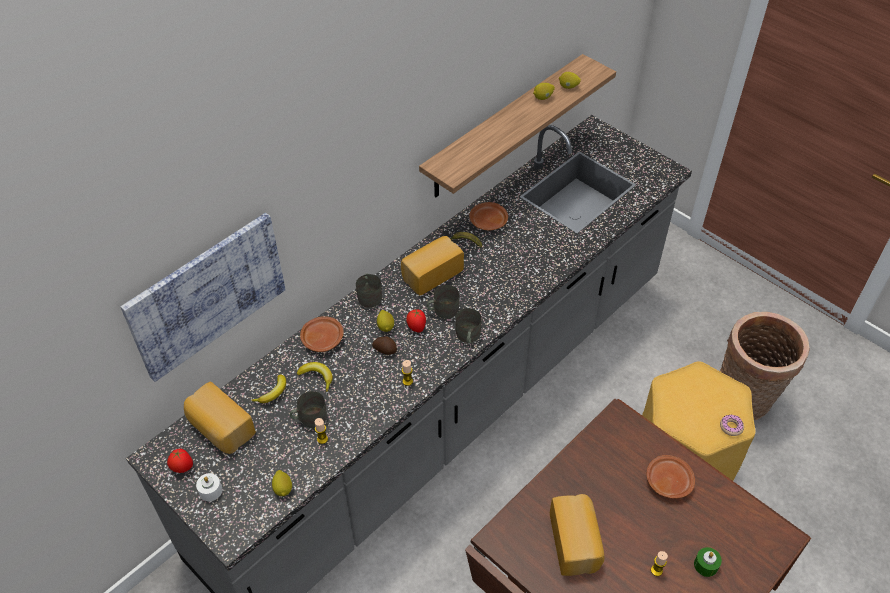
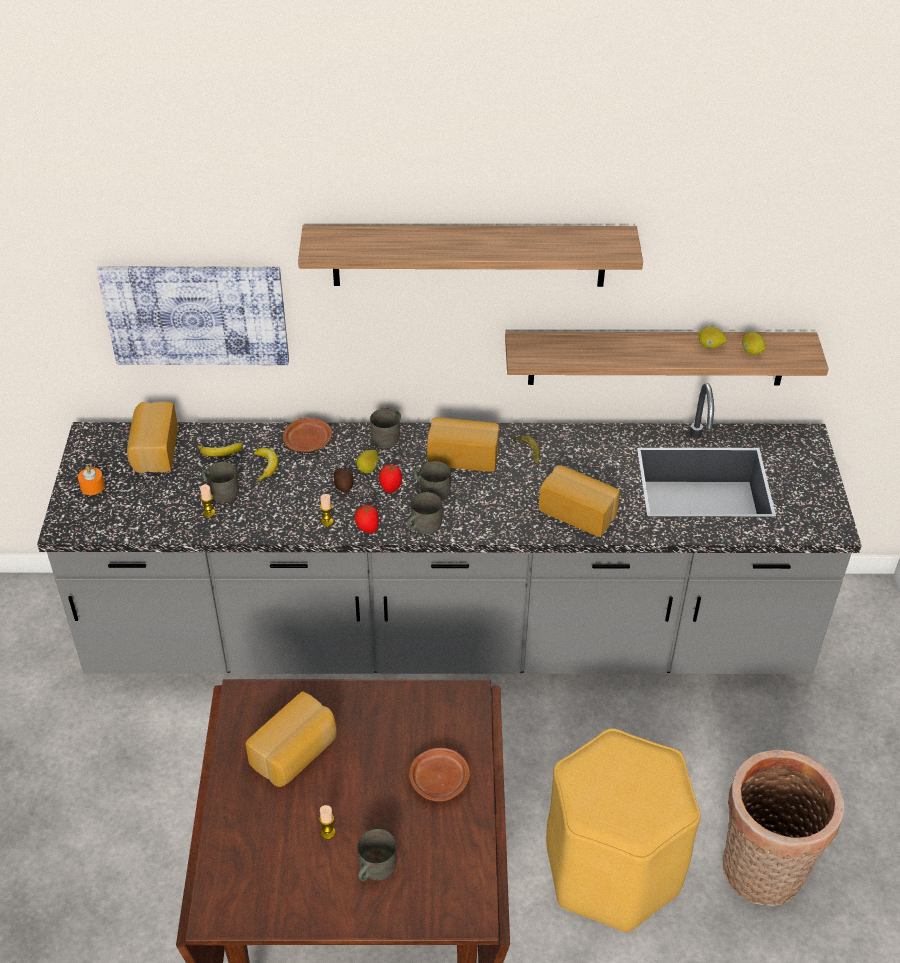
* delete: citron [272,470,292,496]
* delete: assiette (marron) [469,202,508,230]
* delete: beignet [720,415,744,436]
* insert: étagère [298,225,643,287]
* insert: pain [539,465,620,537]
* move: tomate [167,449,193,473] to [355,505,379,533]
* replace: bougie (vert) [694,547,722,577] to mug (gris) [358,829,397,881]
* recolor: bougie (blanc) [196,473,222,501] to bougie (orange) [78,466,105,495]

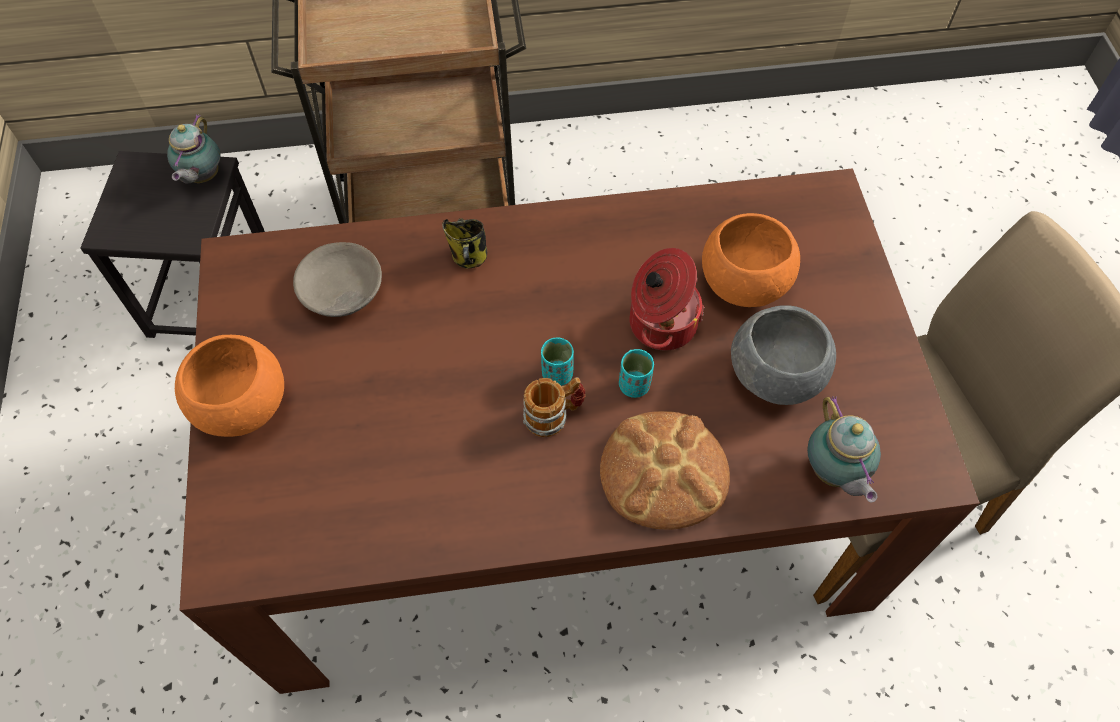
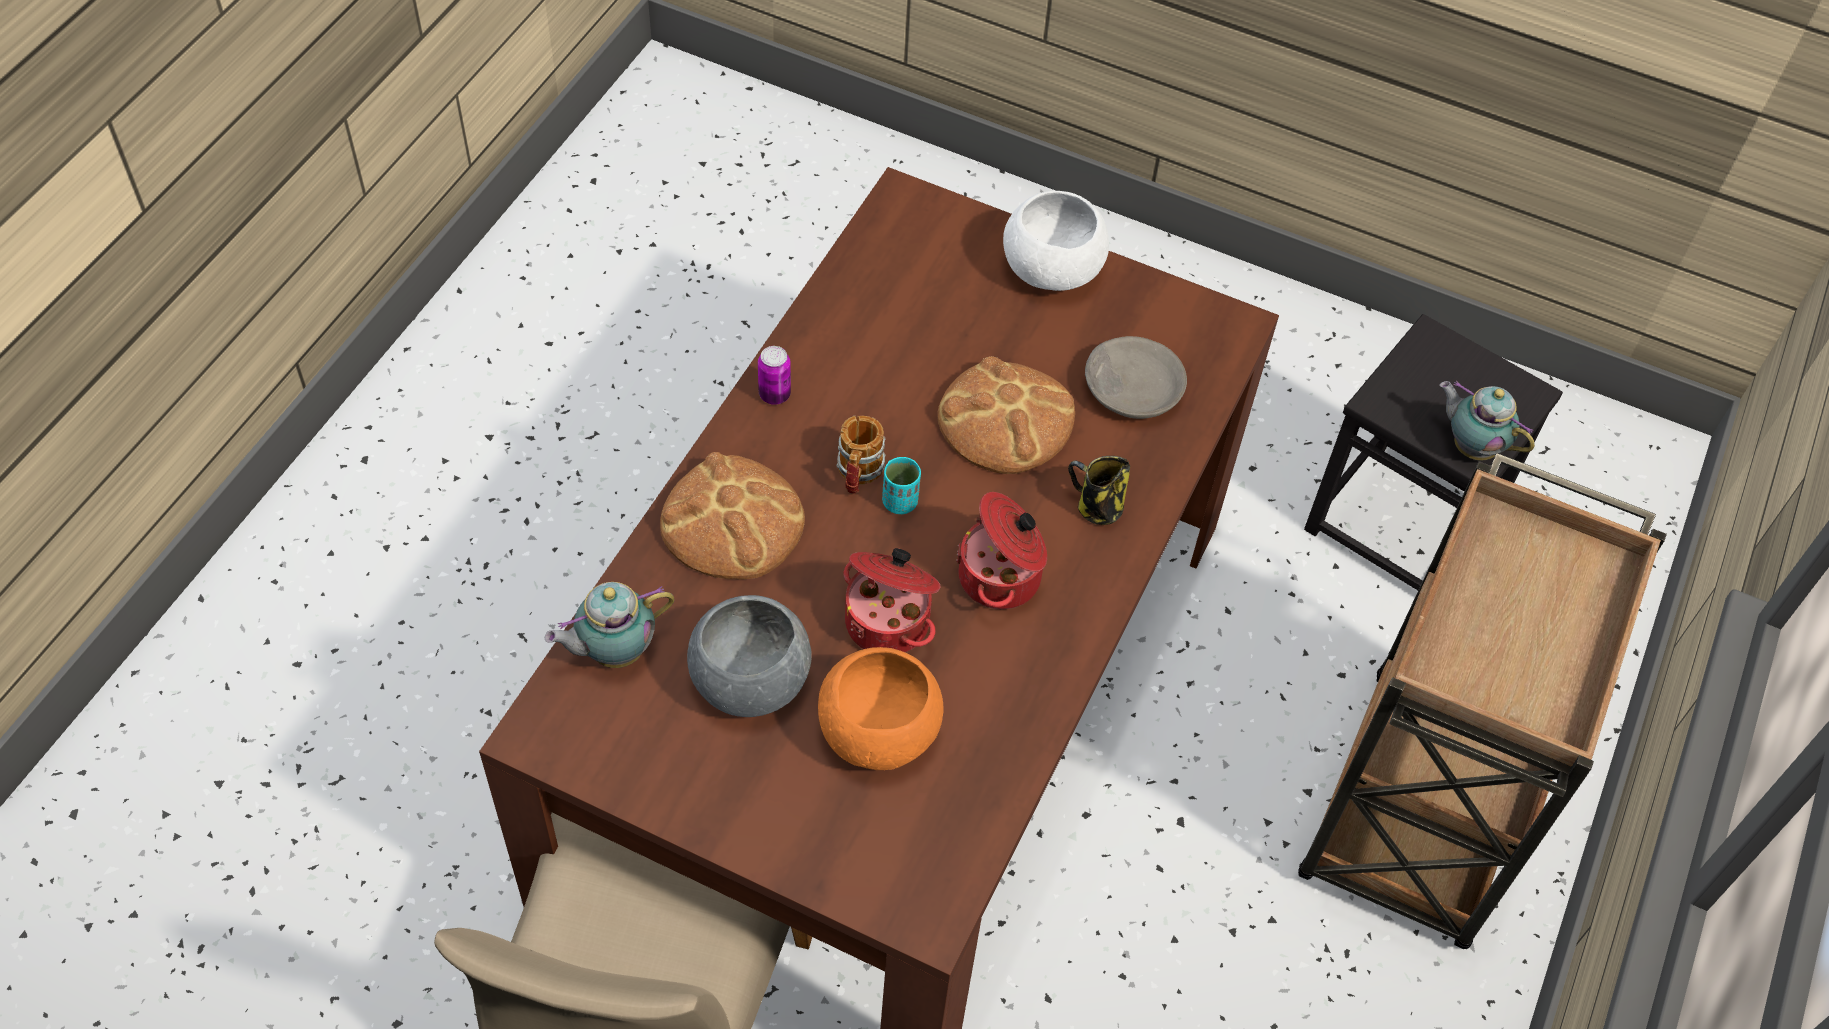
* delete: tasse (turquoise) [619,349,654,398]
* insert: boîte métallique [758,346,791,405]
* insert: pain [938,356,1075,474]
* insert: marmite [956,492,1047,609]
* recolor: bol (orange) [175,335,284,437] to bol (blanc) [1003,191,1109,291]
* rotate: théière [807,396,881,502] = [545,582,675,668] 45 degrees counterclockwise

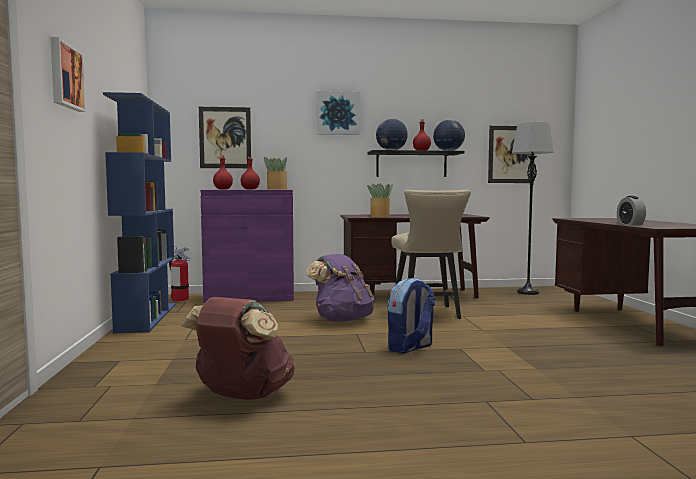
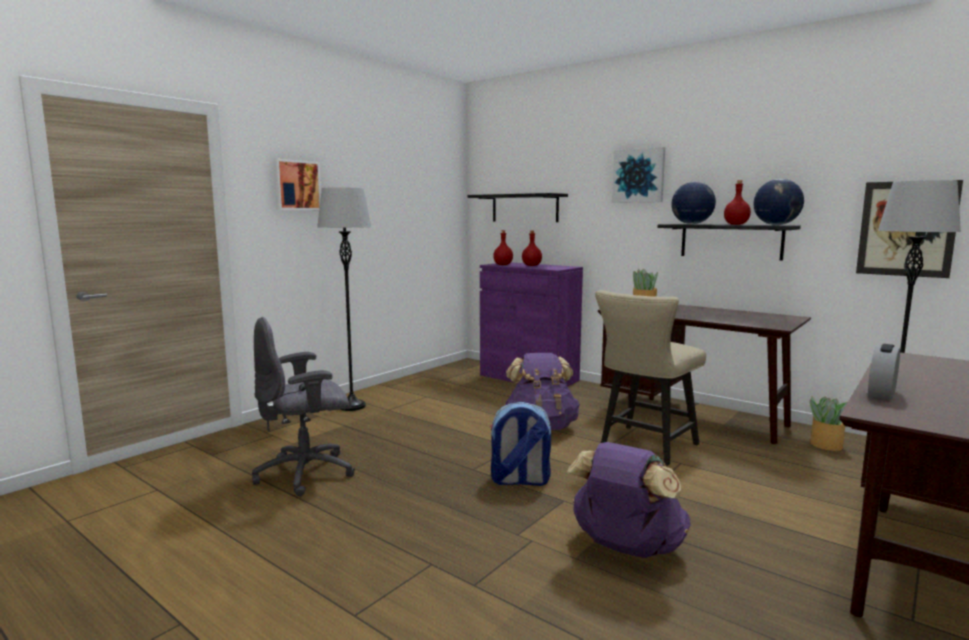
* delete: bibliothèque (bleu) [103,92,176,333]
* delete: extincteur [169,246,190,301]
* insert: lampadaire (gris) [317,187,371,411]
* insert: sac à dos (violet) [567,442,691,558]
* move: plante en pot [264,157,287,190] to [809,397,848,451]
* replace: sac à dos (marron) [181,297,295,400] to chaise de bureau (gris) [252,317,355,496]
* replace: tableau [199,107,251,168] to étagère (noir) [467,193,568,222]

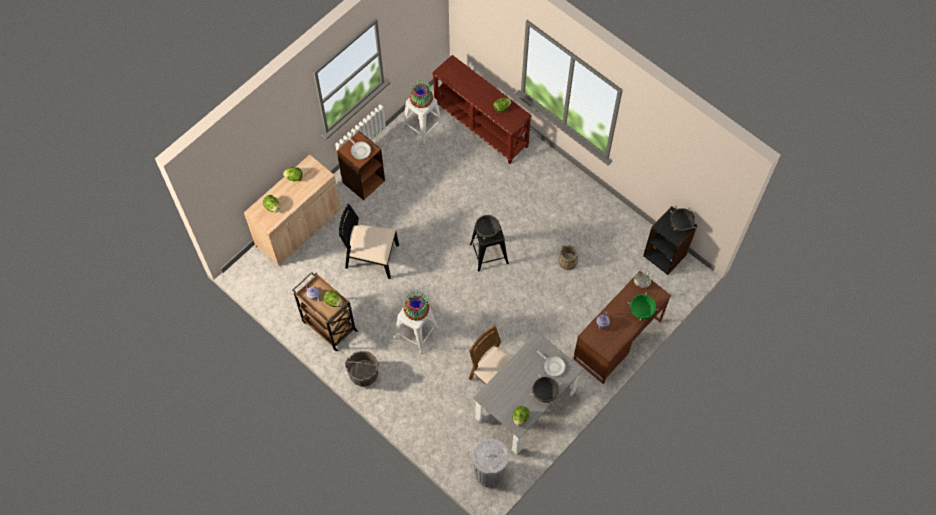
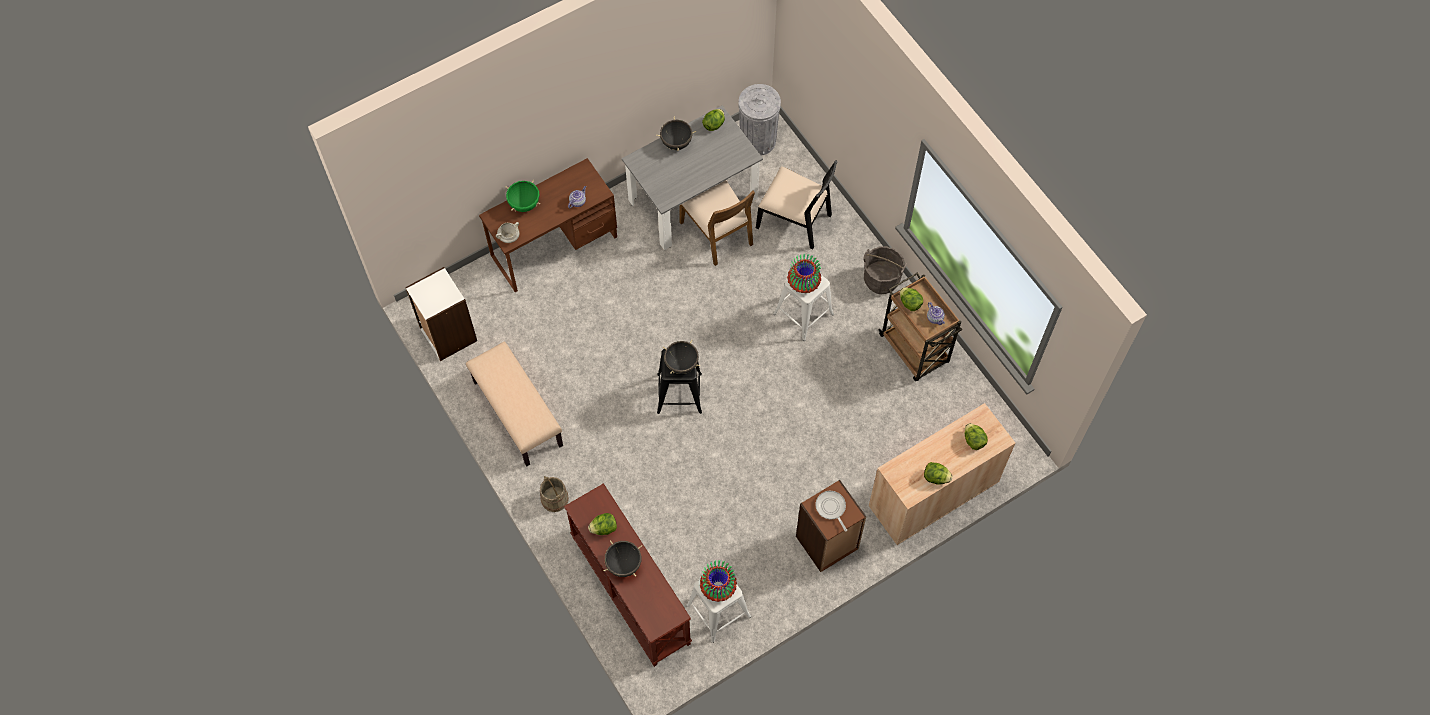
* delete: poêle [537,351,565,377]
* insert: banc (beige) [466,341,563,466]
* move: chaise (noir) [339,204,399,279] to [756,160,838,250]
* move: seau (beige) [558,245,578,270] to [540,476,569,512]
* move: marmite (noir) [670,208,696,232] to [604,540,642,577]
* recolor: bibliothèque (noir) [643,206,698,275] to bibliothèque (blanc) [405,267,477,361]

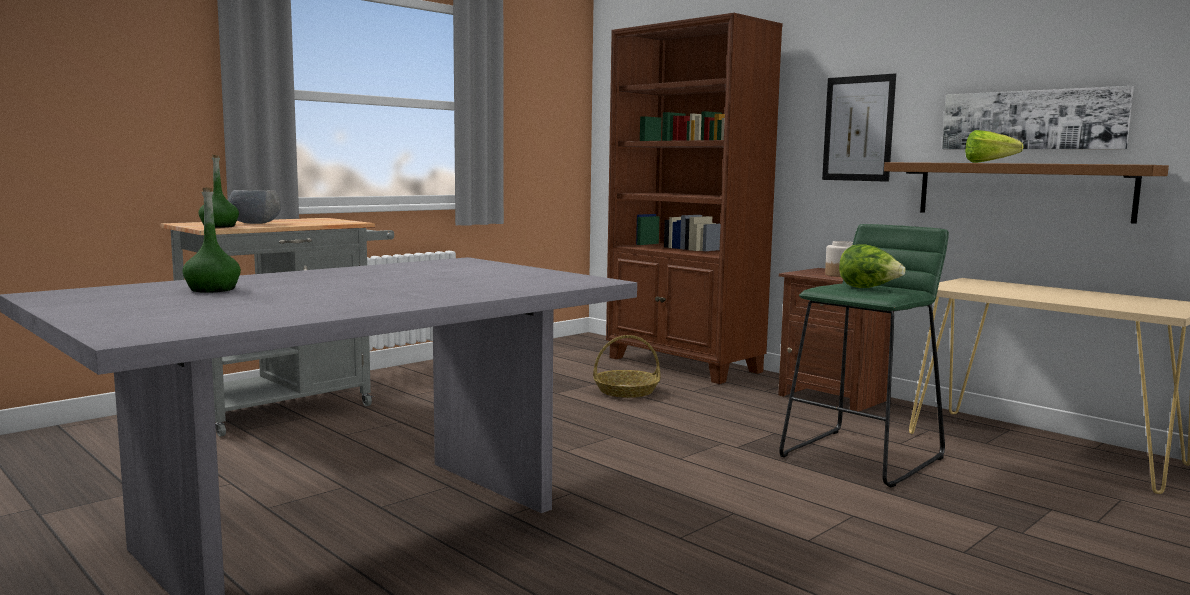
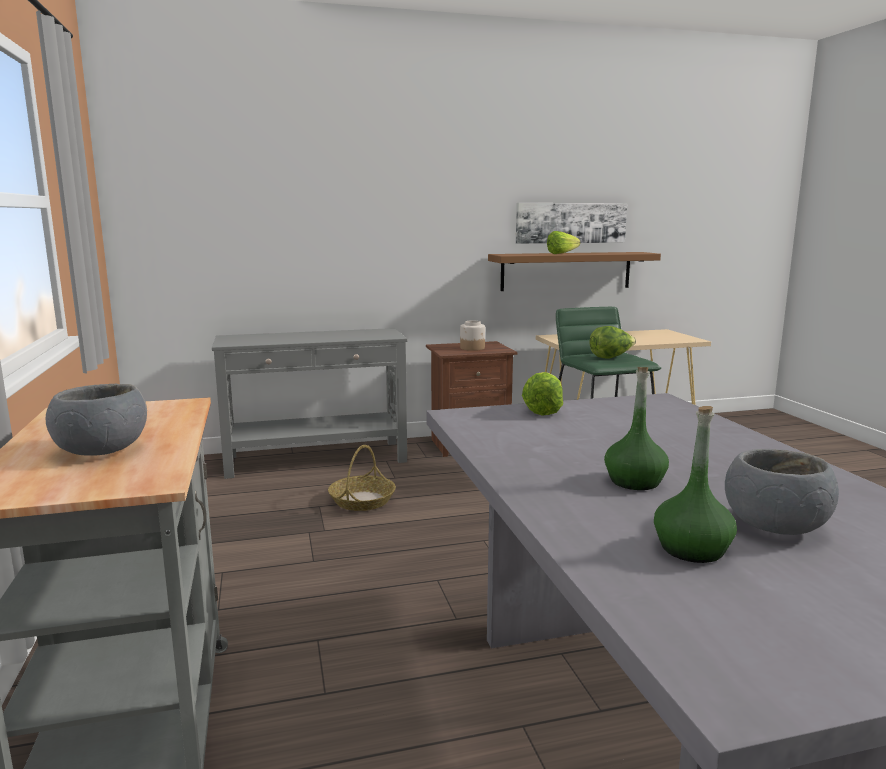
* delete: tableau [822,73,896,182]
* insert: laitue [522,372,563,416]
* insert: bol (gris) [725,449,839,535]
* move: bouteille (vert) [198,155,239,228] to [604,367,669,490]
* replace: bibliothèque (marron) [606,13,783,384] to table console (gris) [212,328,407,479]

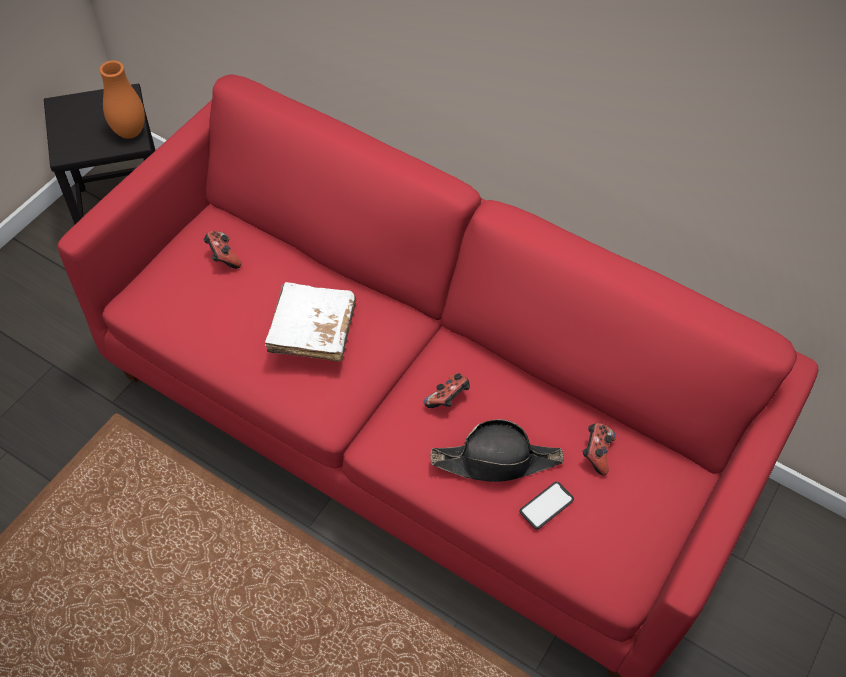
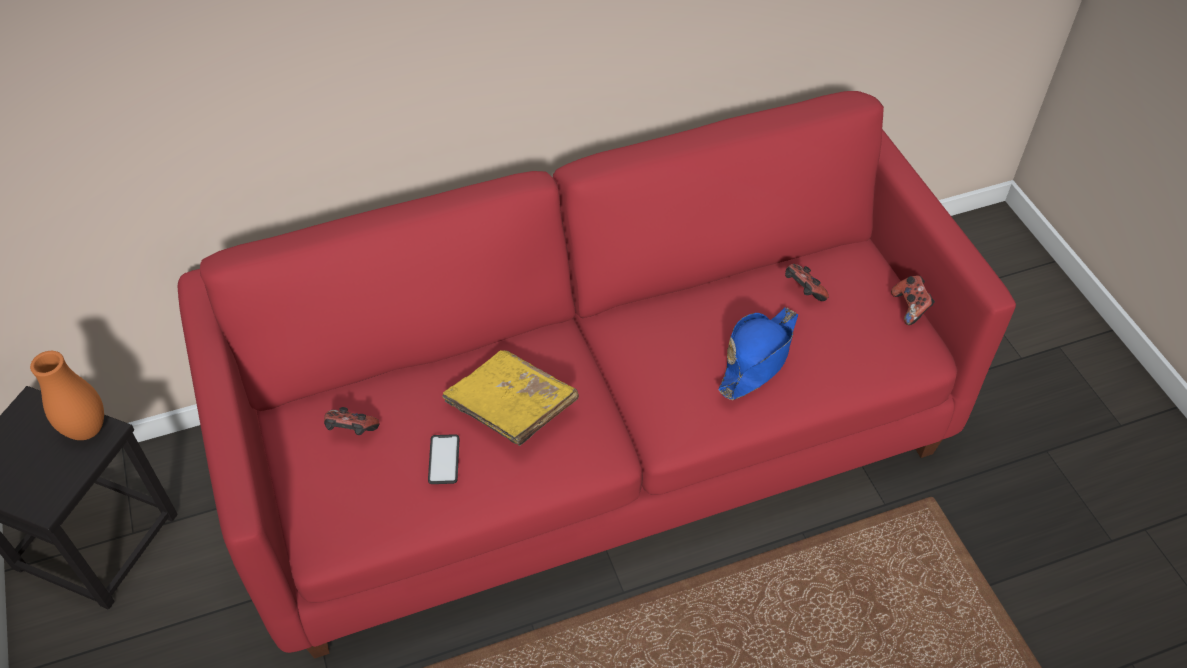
* move: manette [424,373,470,408] to [891,275,935,325]
* move: téléphone [520,482,574,529] to [428,434,459,484]
* recolor: livre (blanc) [265,282,356,362] to livre (jaune) [442,350,579,446]
* recolor: chapeau (noir) [430,419,564,482] to chapeau (bleu) [718,307,798,400]

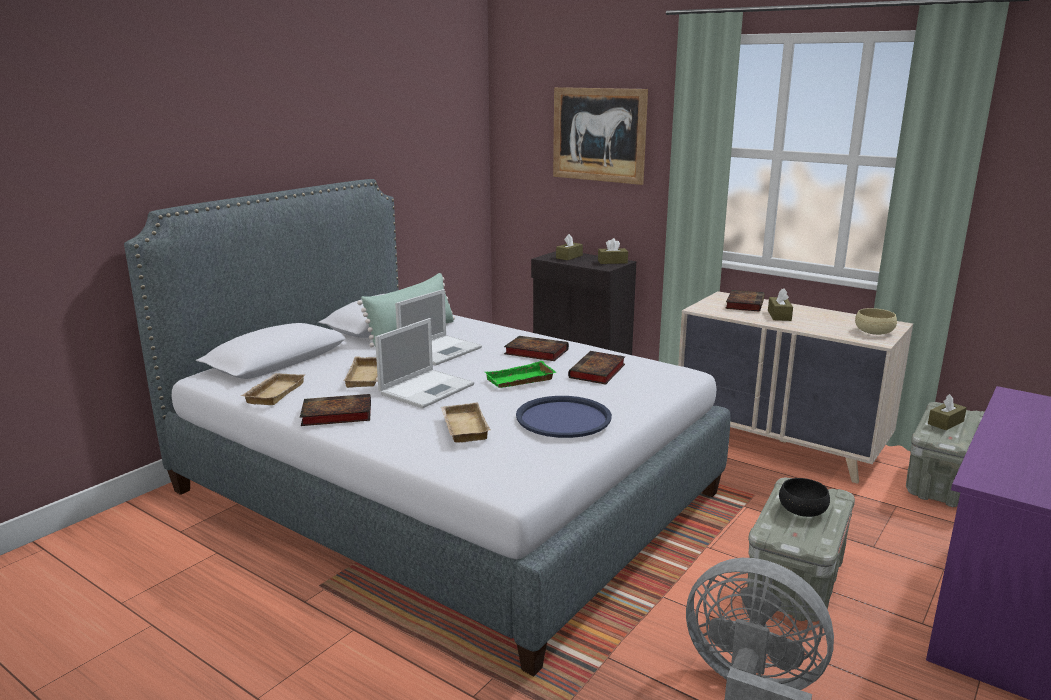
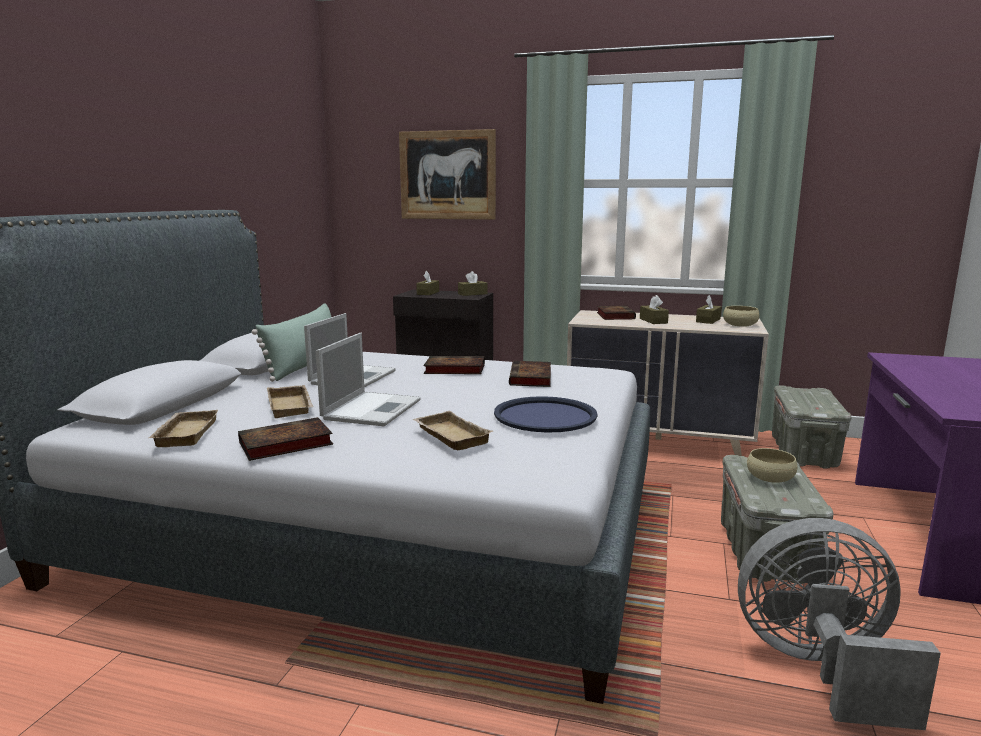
* delete: plateau (vert) [485,361,556,388]
* move: boîte à mouchoirs (marron) [928,394,967,430] to [696,295,721,324]
* recolor: bol (noir) [779,478,830,517] to bol (beige) [747,448,797,483]

